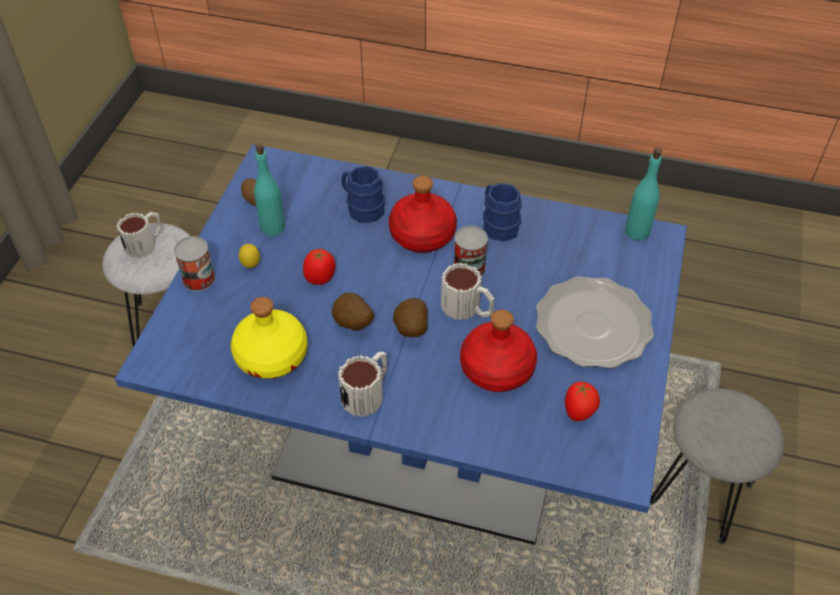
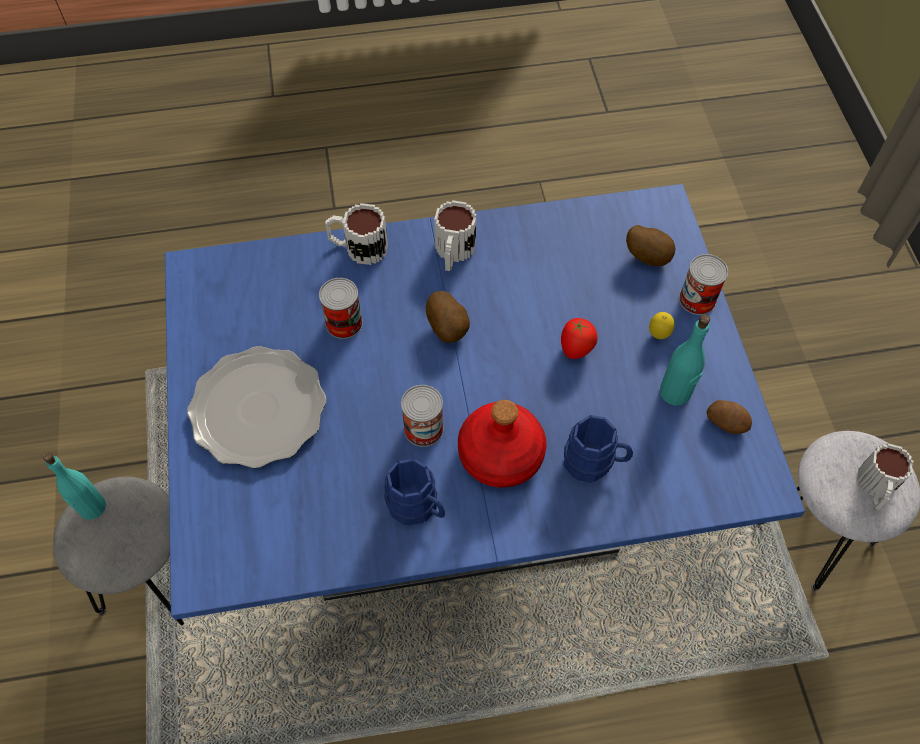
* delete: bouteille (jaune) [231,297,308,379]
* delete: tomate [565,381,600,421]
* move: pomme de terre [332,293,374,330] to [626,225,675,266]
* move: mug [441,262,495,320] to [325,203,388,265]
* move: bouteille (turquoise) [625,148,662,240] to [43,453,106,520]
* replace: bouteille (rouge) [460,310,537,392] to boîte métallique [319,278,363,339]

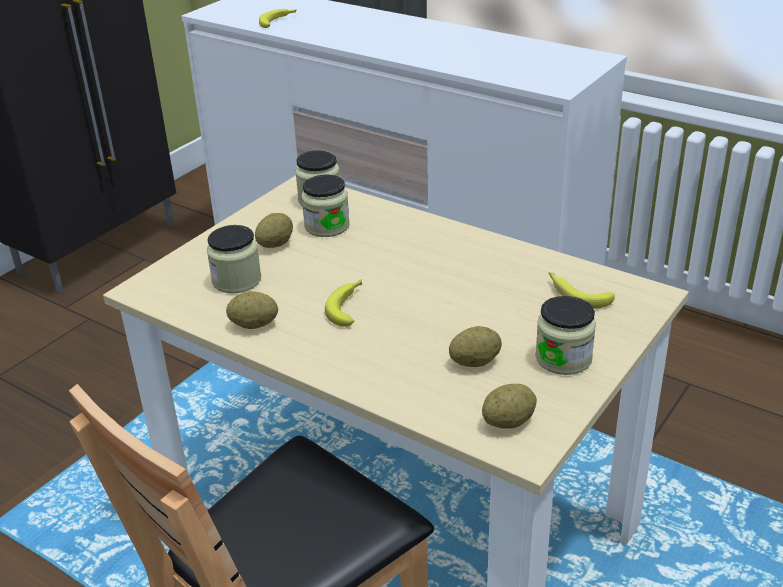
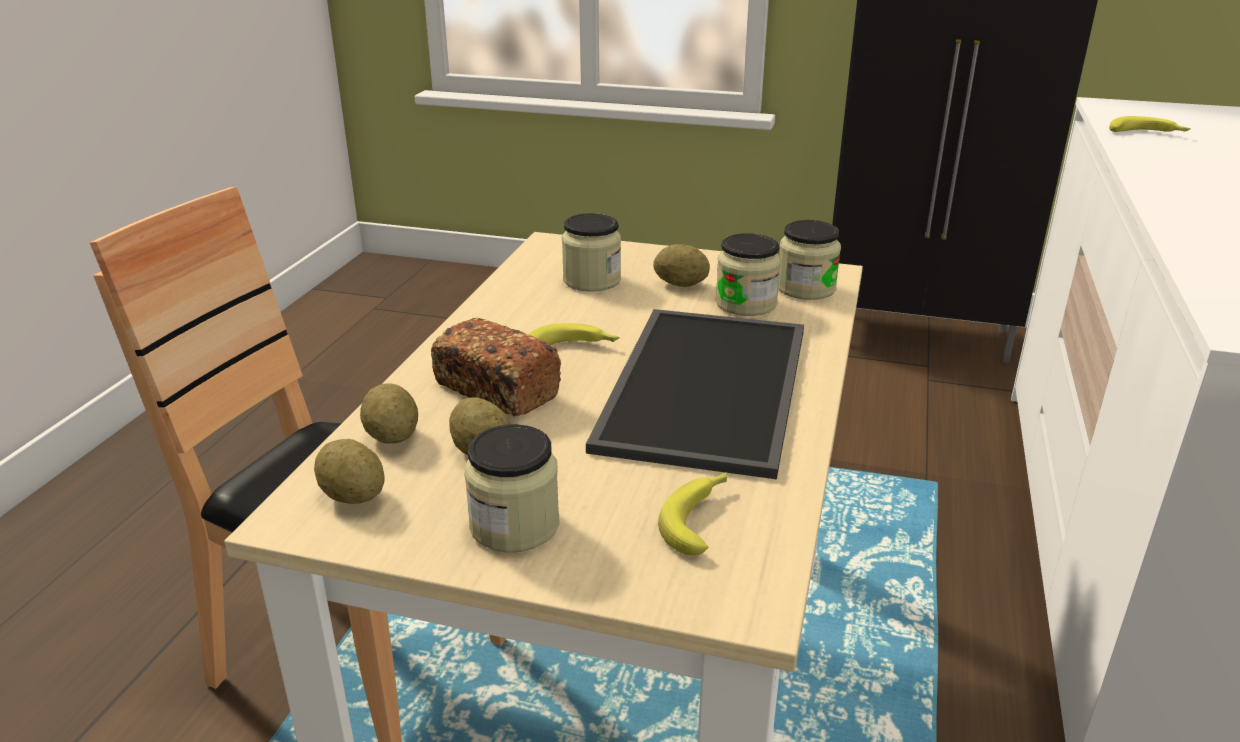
* insert: pain [431,318,561,416]
* insert: plateau [586,309,804,479]
* move: pomme de terre [226,292,278,329] to [360,383,418,444]

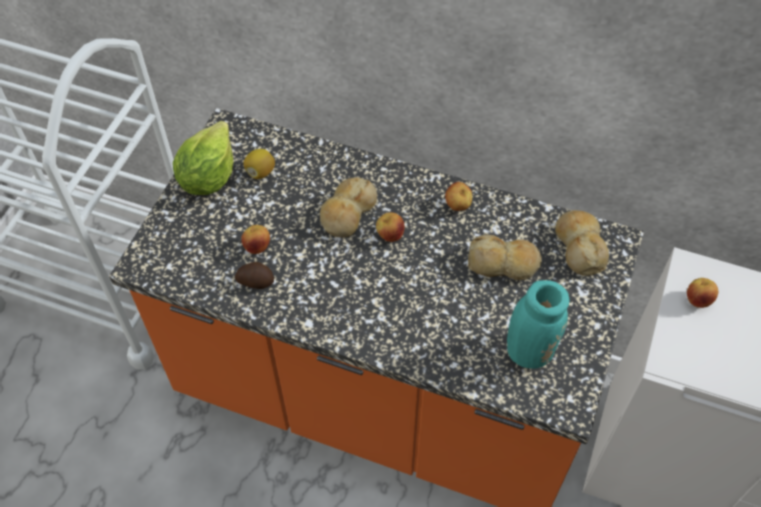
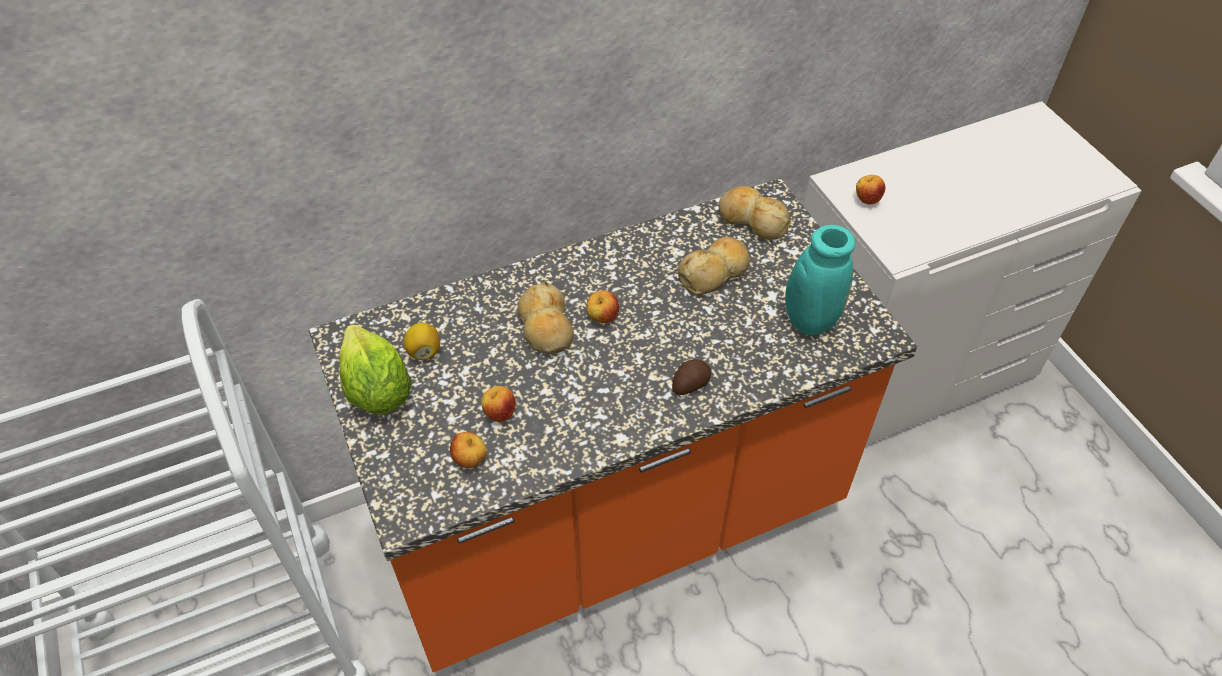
* move: pomme de terre [235,262,274,289] to [672,359,712,395]
* move: pomme [445,182,472,211] to [450,432,487,468]

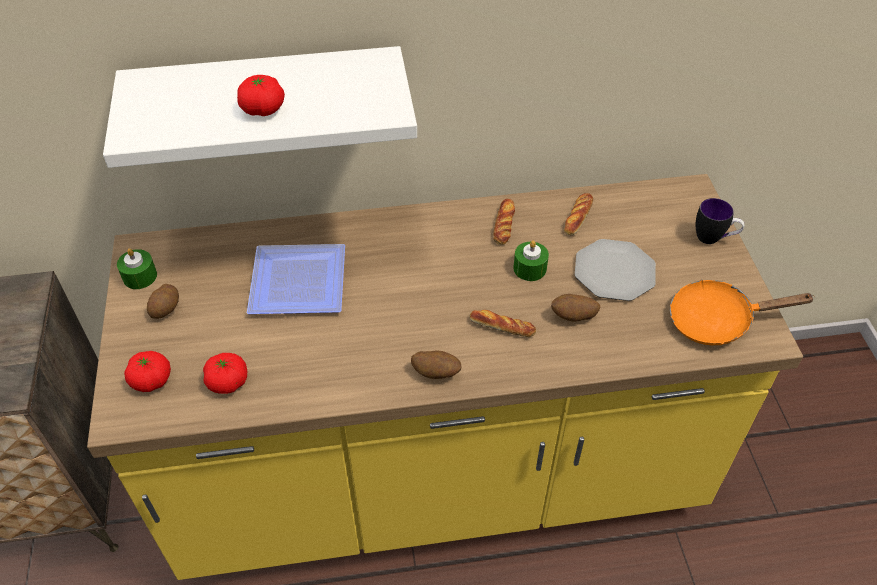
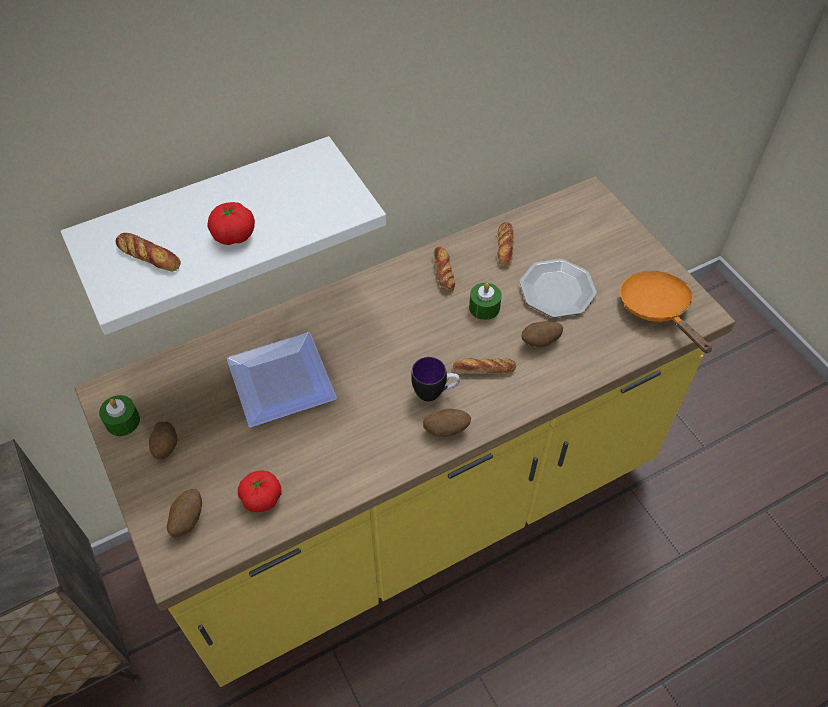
* insert: pain [116,233,181,272]
* move: mug [696,198,745,244] to [411,357,460,402]
* replace: tomate [124,351,171,392] to pomme de terre [167,489,202,538]
* rotate: poêle (orange) [670,279,815,345] = [620,271,712,353] 90 degrees clockwise

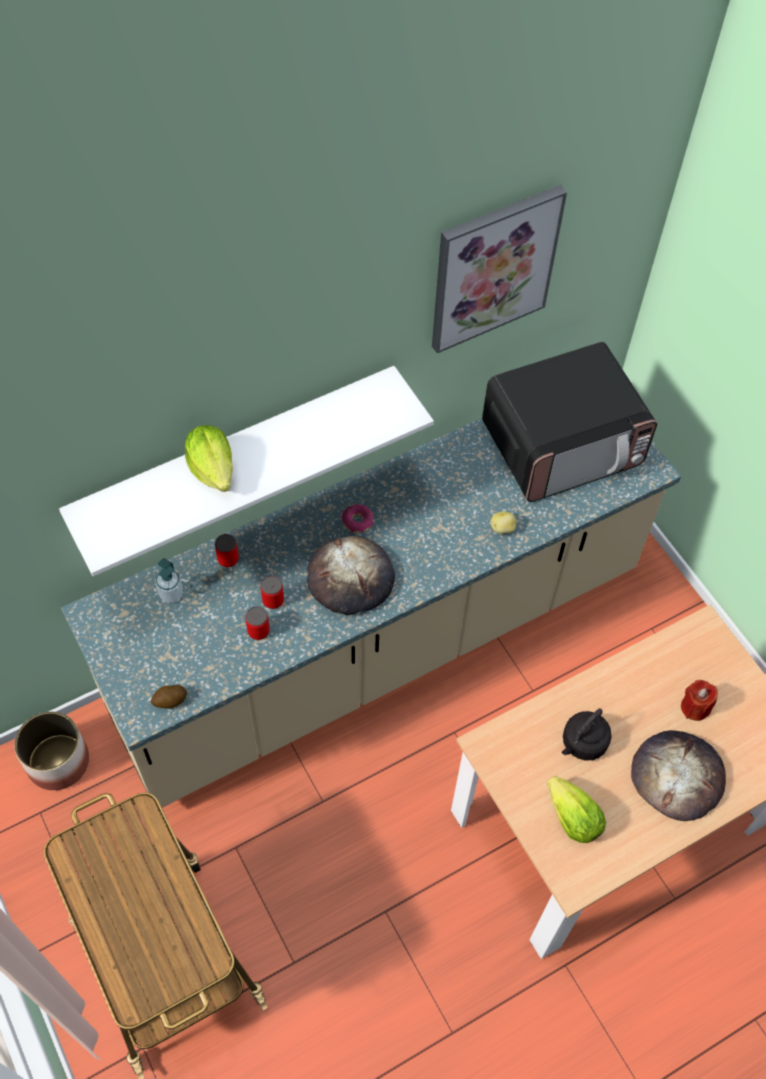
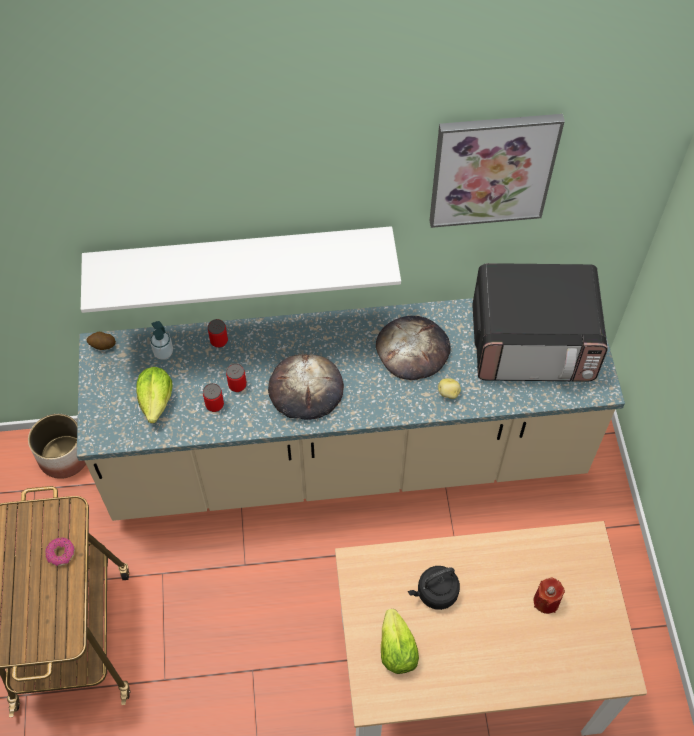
* move: pomme de terre [151,685,187,708] to [87,332,116,350]
* move: laitue [185,425,233,492] to [136,367,173,423]
* move: beignet [341,504,374,533] to [45,538,75,566]
* move: pain [631,730,726,821] to [376,316,451,380]

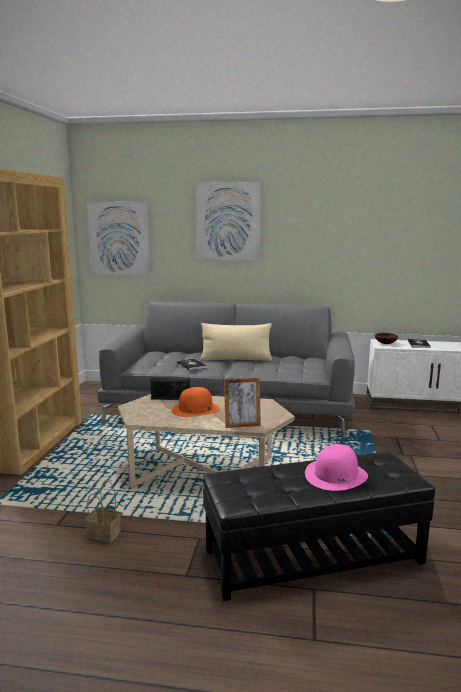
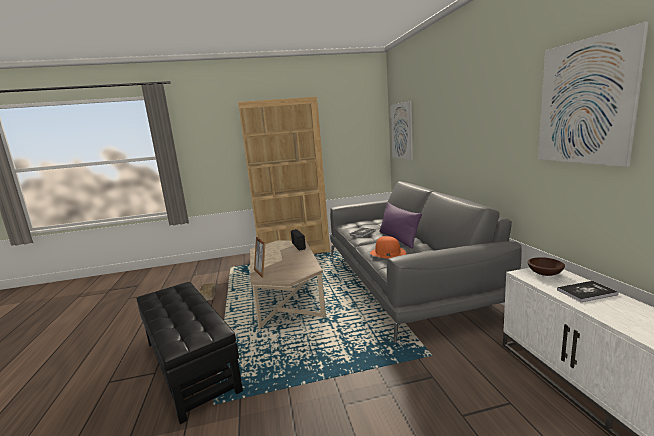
* delete: chapeau (rose) [305,444,368,491]
* move: chapeau (orange) [171,387,220,417] to [370,236,406,259]
* move: tableau [196,182,261,260] to [538,22,649,167]
* recolor: coussin (beige) [201,323,272,361] to coussin (violet) [379,202,422,249]

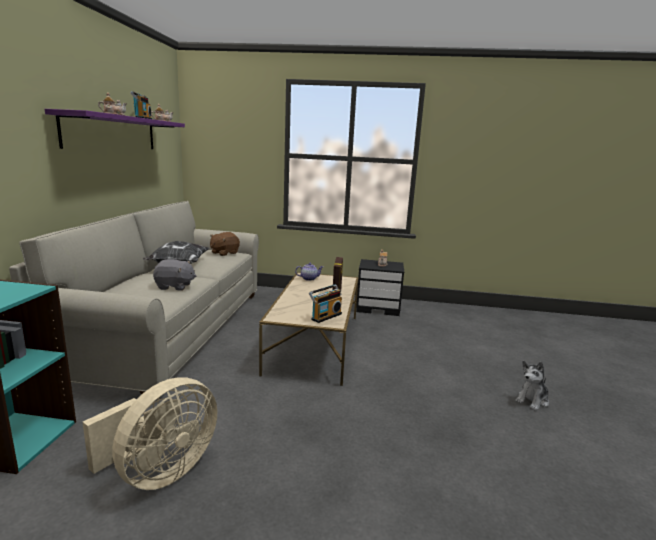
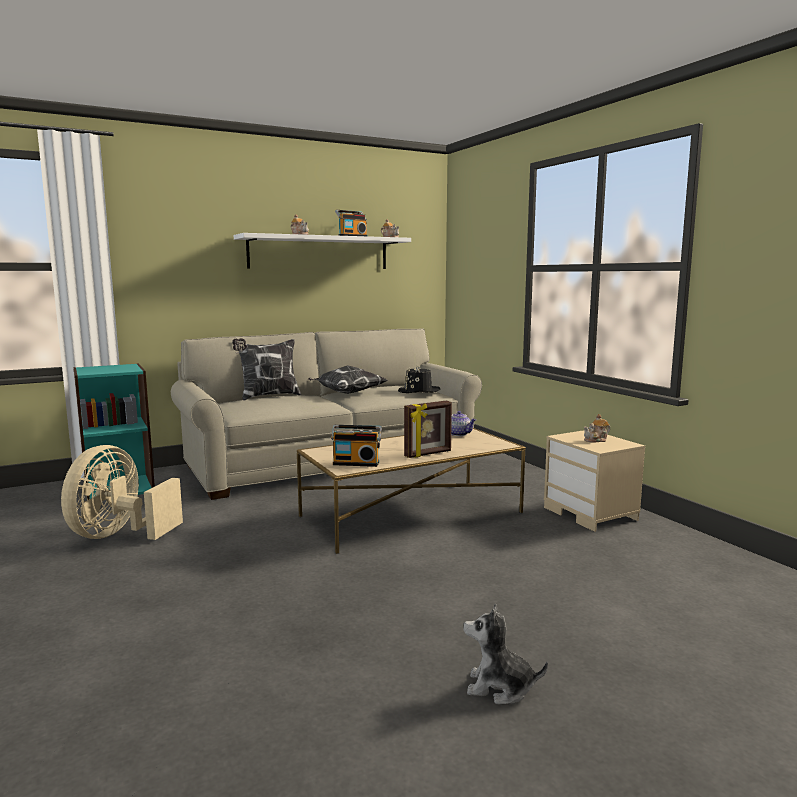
* delete: peluche (gris) [153,259,196,290]
* insert: coussin [232,338,301,400]
* replace: peluche (marron) [210,232,240,256] to chapeau (noir) [398,366,440,393]
* recolor: étagère (violet) [45,109,185,149] to étagère (blanc) [234,233,411,269]
* recolor: table de chevet (noir) [356,259,404,316] to table de chevet (beige) [544,430,645,532]
* rotate: ventilateur (beige) [83,377,217,490] = [61,445,183,540] 105 degrees clockwise

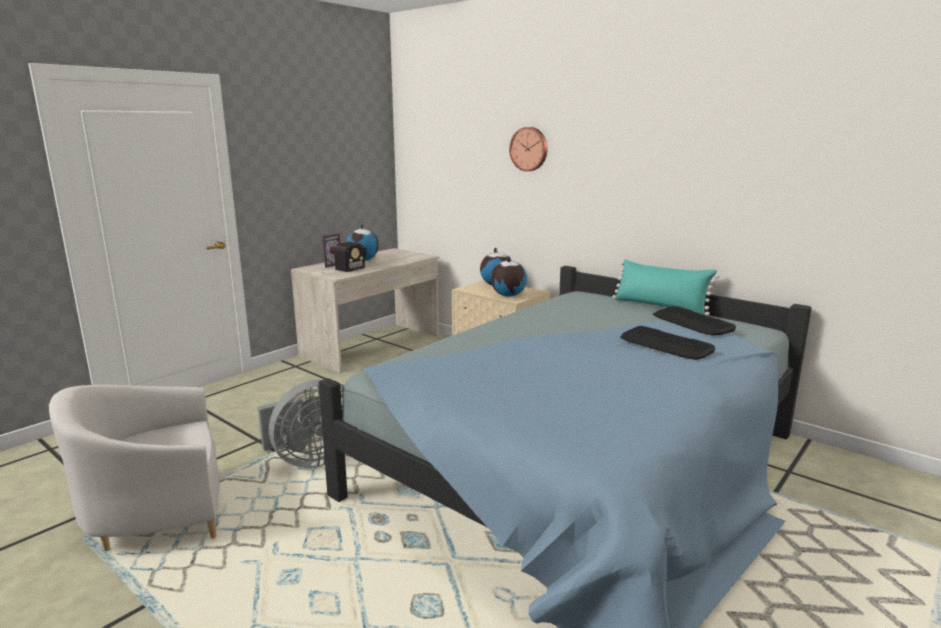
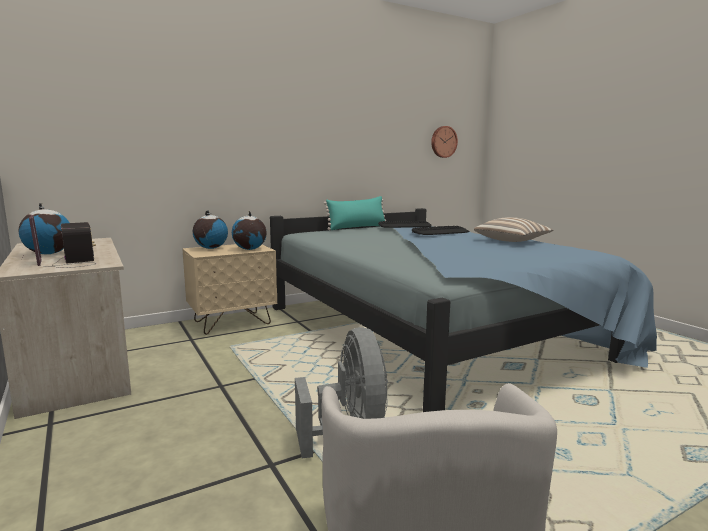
* insert: coussin [474,217,554,242]
* move: horloge murale [509,127,548,171] to [431,126,458,158]

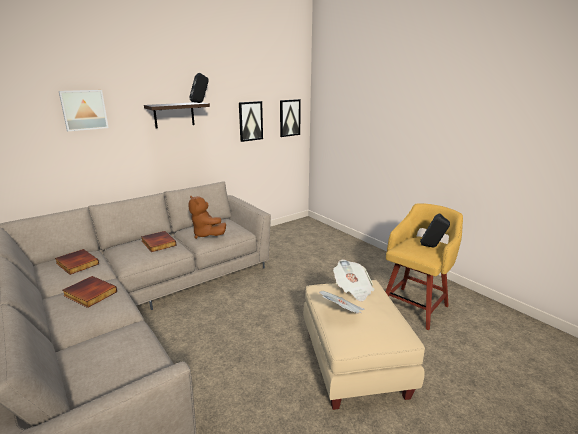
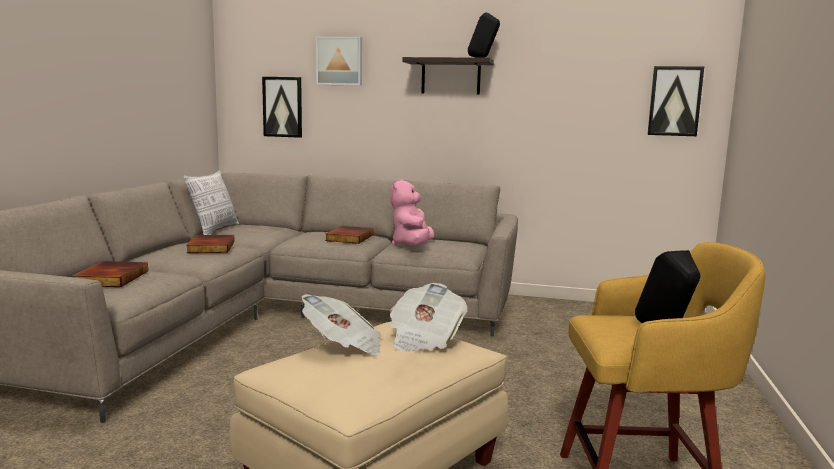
* insert: coussin [183,171,239,235]
* move: livre [55,249,99,275] to [71,261,148,287]
* move: tableau [239,101,263,142] to [262,77,302,138]
* recolor: peluche (marron) [188,196,226,239] to peluche (rose) [390,180,434,245]

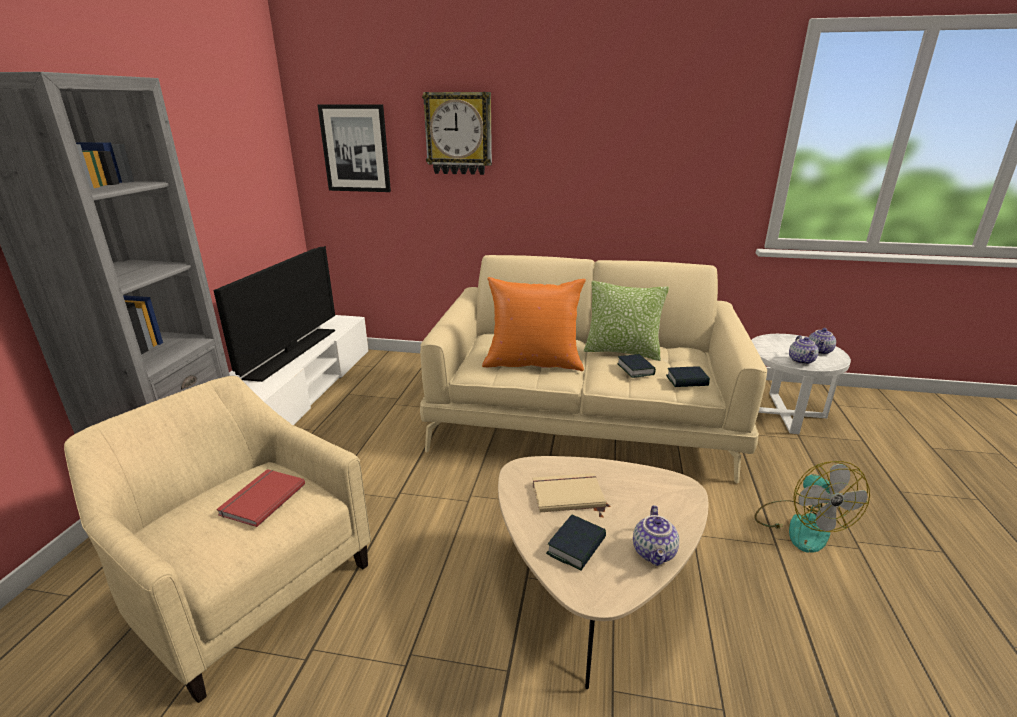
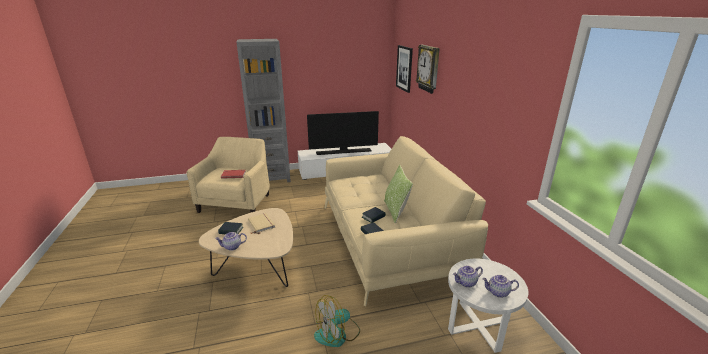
* delete: coussin (orange) [482,277,586,371]

